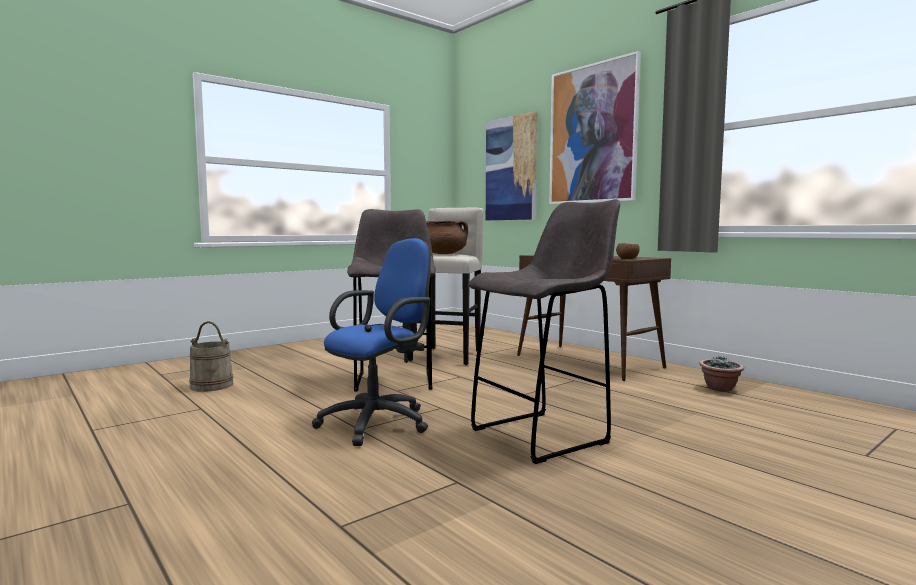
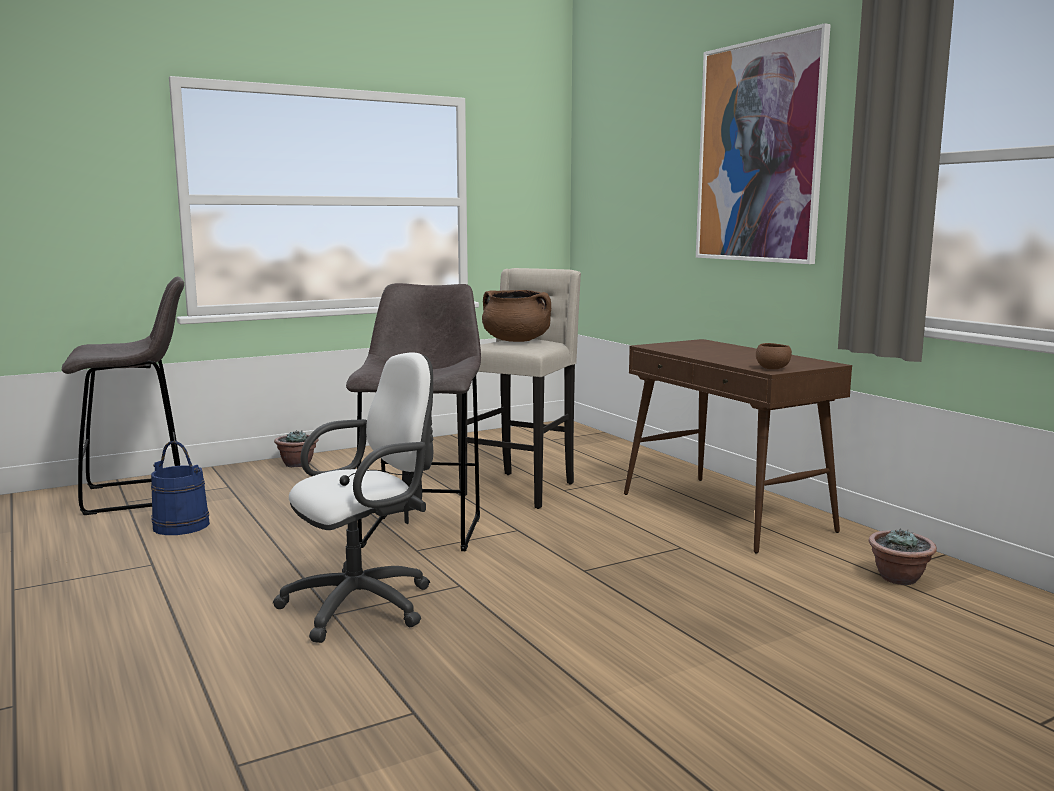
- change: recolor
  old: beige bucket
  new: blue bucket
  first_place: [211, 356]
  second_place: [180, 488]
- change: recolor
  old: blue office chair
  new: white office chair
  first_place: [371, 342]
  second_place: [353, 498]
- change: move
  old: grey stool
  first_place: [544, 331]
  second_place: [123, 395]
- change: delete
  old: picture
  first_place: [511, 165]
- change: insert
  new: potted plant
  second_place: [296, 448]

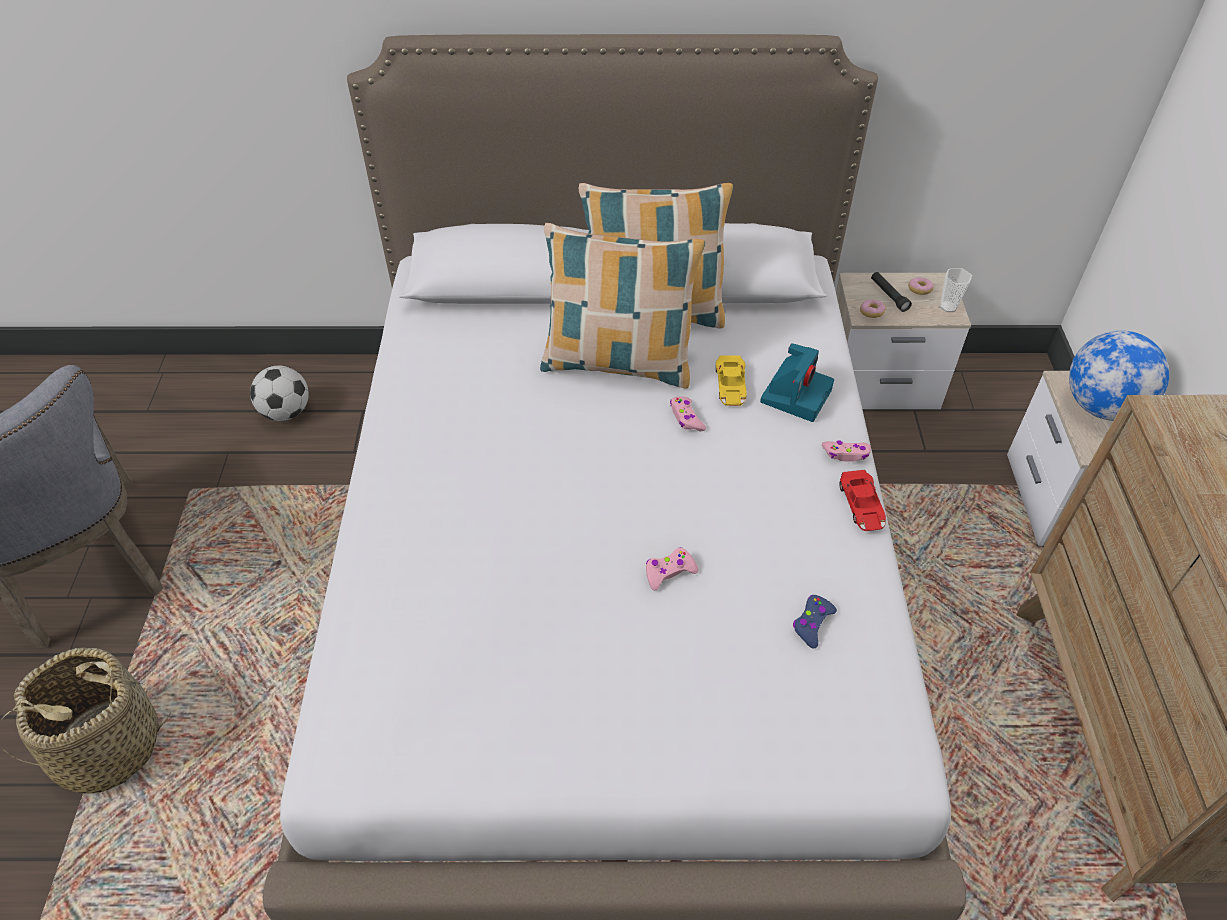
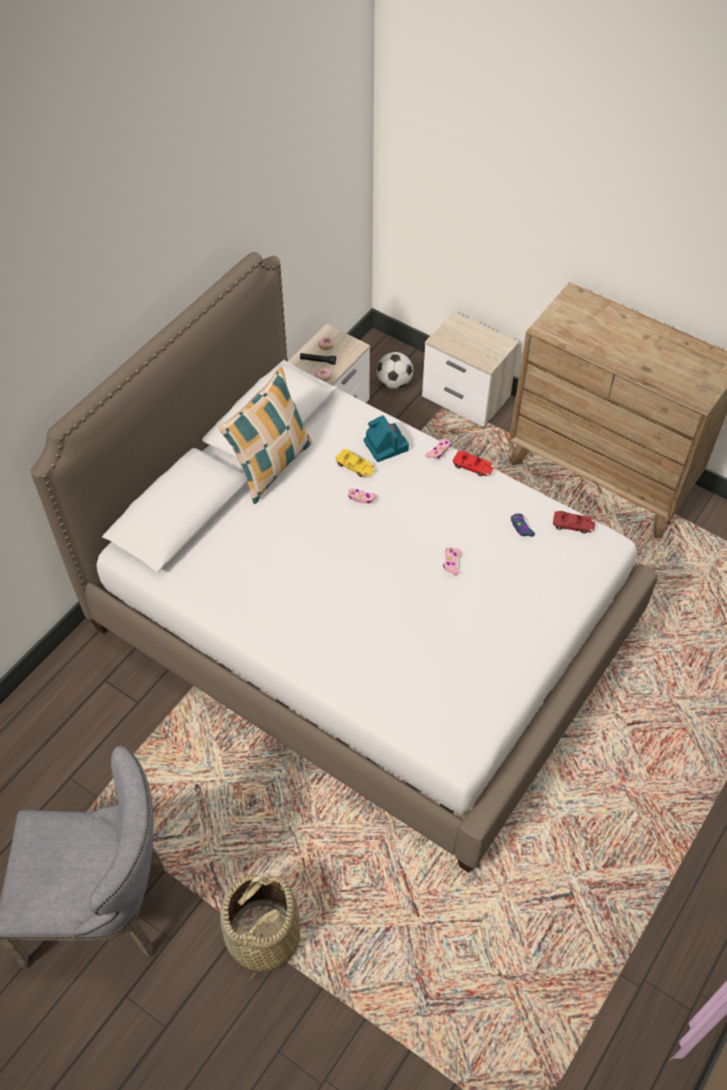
- change: move
  old: football
  first_place: [279, 393]
  second_place: [395, 370]
- change: delete
  old: pillow
  first_place: [622, 306]
- change: delete
  old: cup
  first_place: [956, 290]
- change: delete
  old: globe
  first_place: [1119, 376]
- change: insert
  new: red toy car
  second_place: [574, 522]

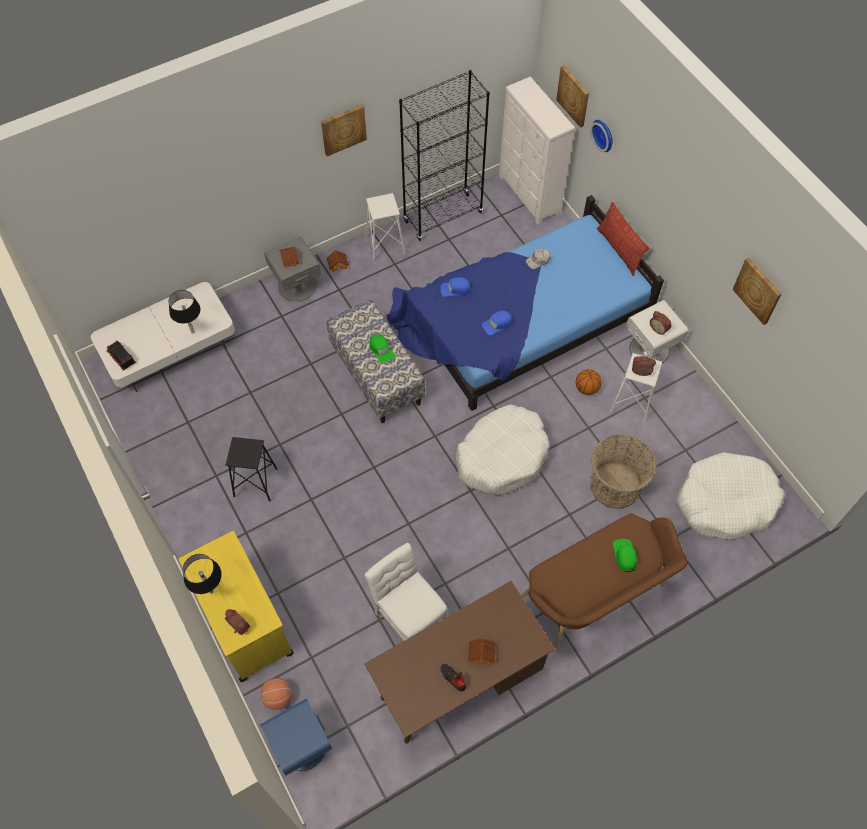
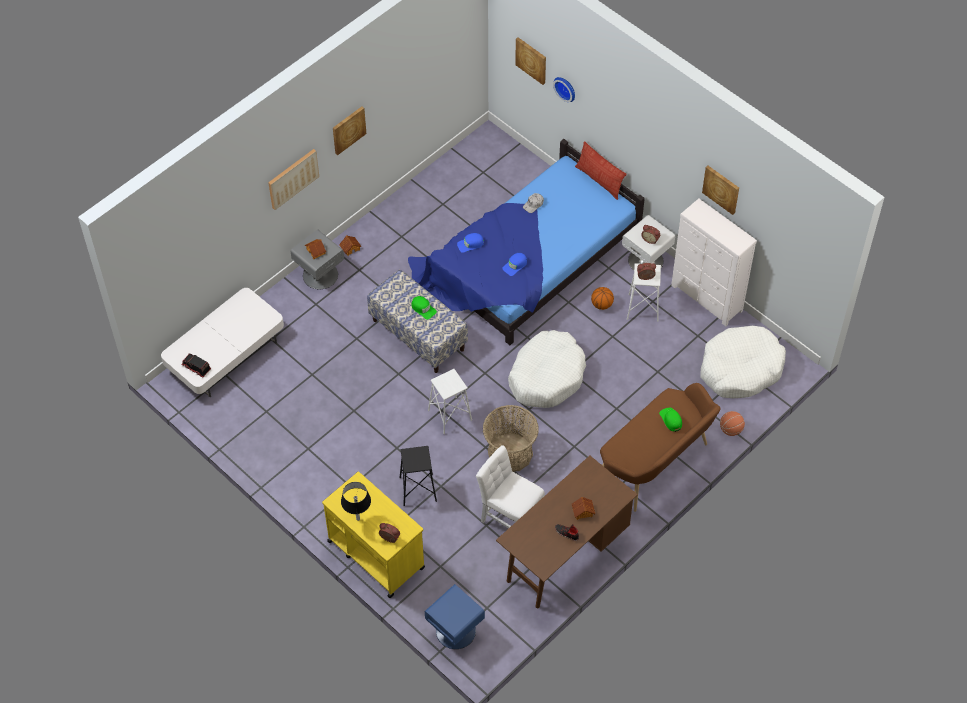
- change: delete
  old: black table lamp
  first_place: [184, 311]
- change: move
  old: black stool
  first_place: [251, 469]
  second_place: [418, 476]
- change: move
  old: basketball
  first_place: [276, 694]
  second_place: [732, 423]
- change: move
  old: white stool
  first_place: [385, 227]
  second_place: [450, 401]
- change: delete
  old: black bookcase
  first_place: [444, 155]
- change: move
  old: white dresser
  first_place: [537, 150]
  second_place: [714, 262]
- change: move
  old: basket
  first_place: [623, 471]
  second_place: [511, 438]
- change: insert
  new: picture
  second_place: [293, 179]

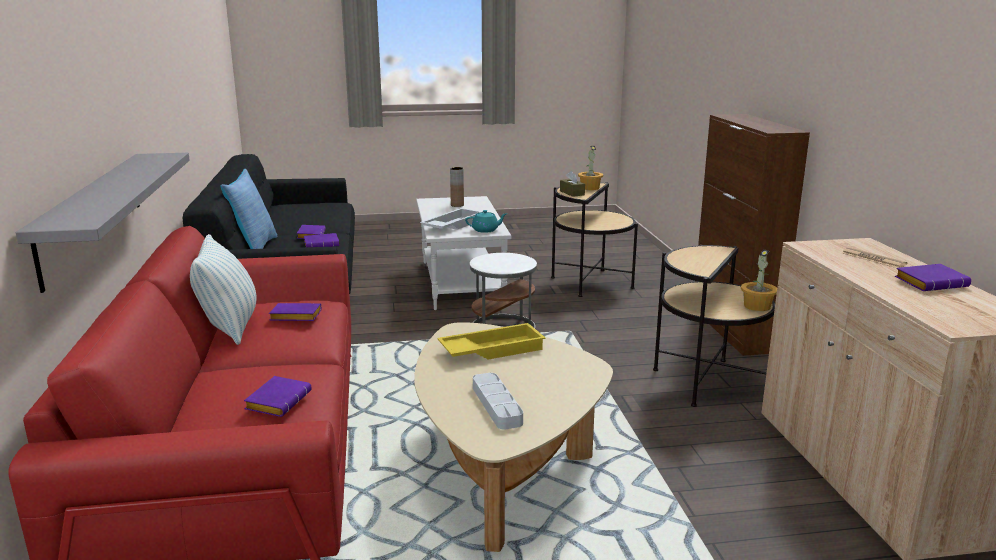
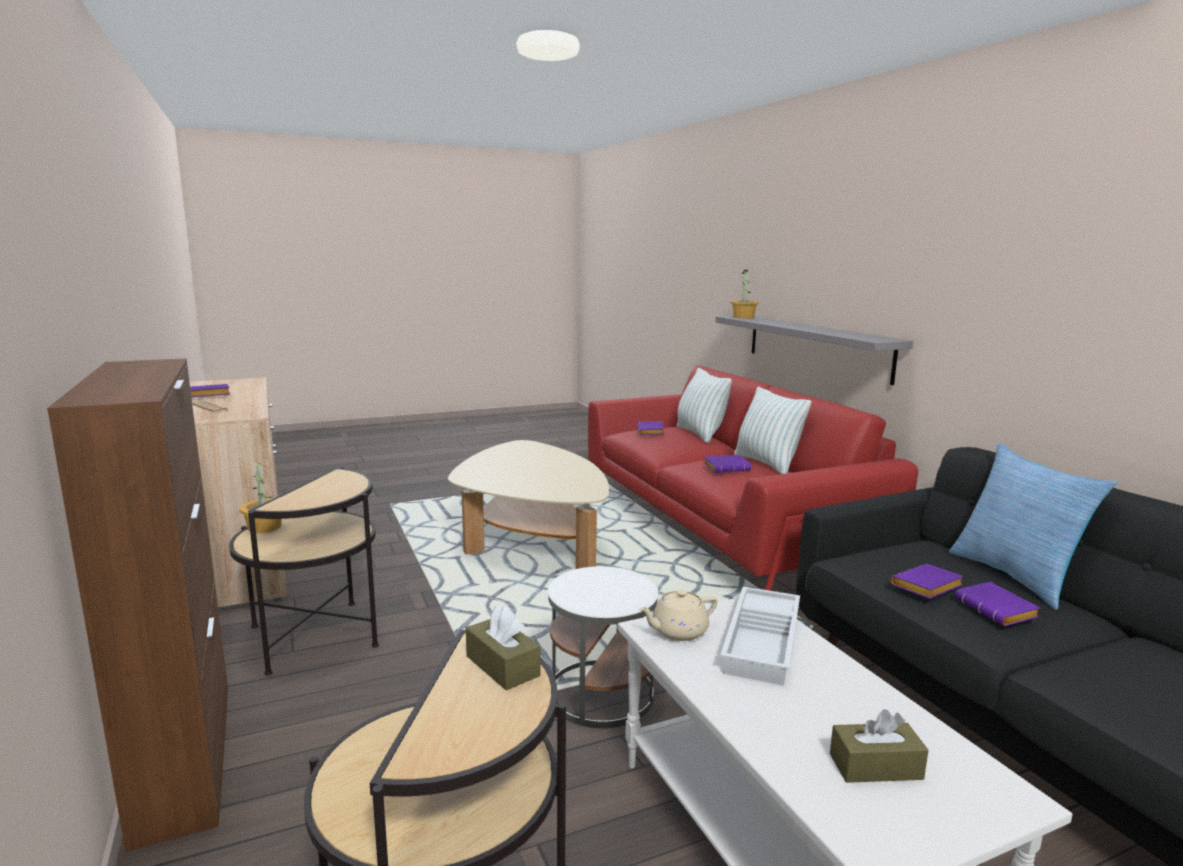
- change: delete
  old: yellow tray
  first_place: [491, 341]
- change: replace
  old: brown vase
  new: brown tissue box
  first_place: [457, 187]
  second_place: [879, 746]
- change: recolor
  old: turquoise teapot
  new: beige teapot
  first_place: [486, 221]
  second_place: [678, 615]
- change: delete
  old: grey tray
  first_place: [498, 401]
- change: move
  old: potted plant
  first_place: [590, 168]
  second_place: [744, 294]
- change: insert
  new: pillow
  second_place: [704, 405]

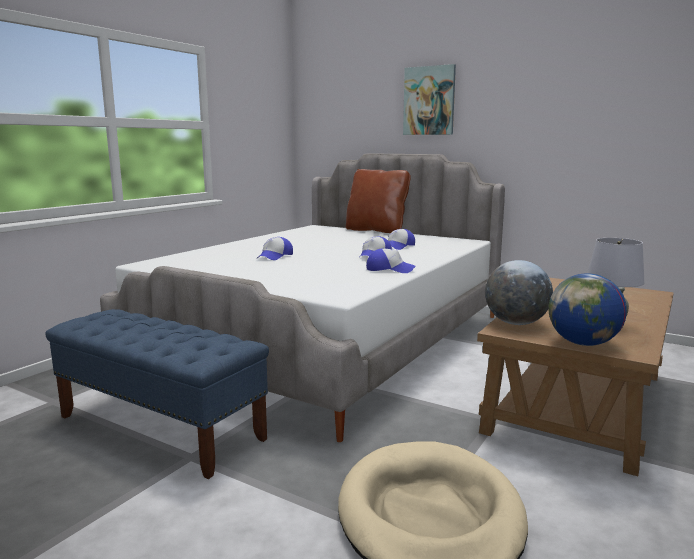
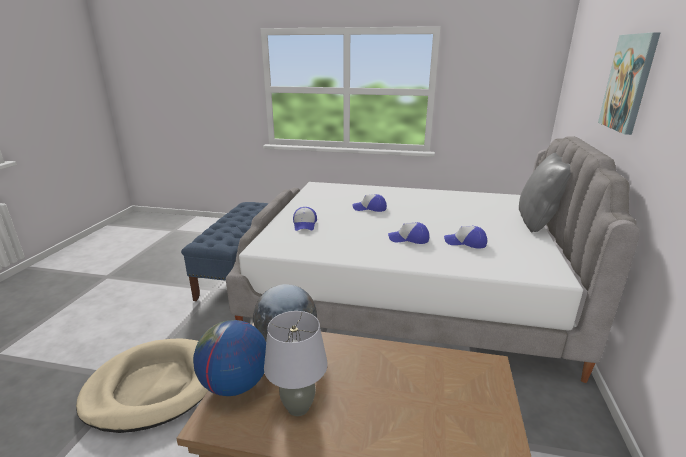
- change: recolor
  old: brown pillow
  new: grey pillow
  first_place: [378, 201]
  second_place: [545, 192]
- change: move
  old: cap
  first_place: [390, 260]
  second_place: [305, 219]

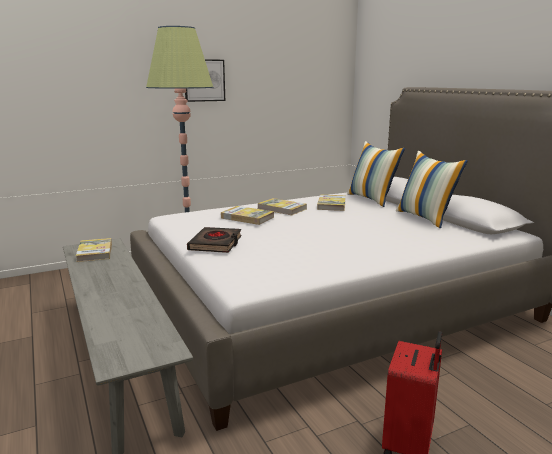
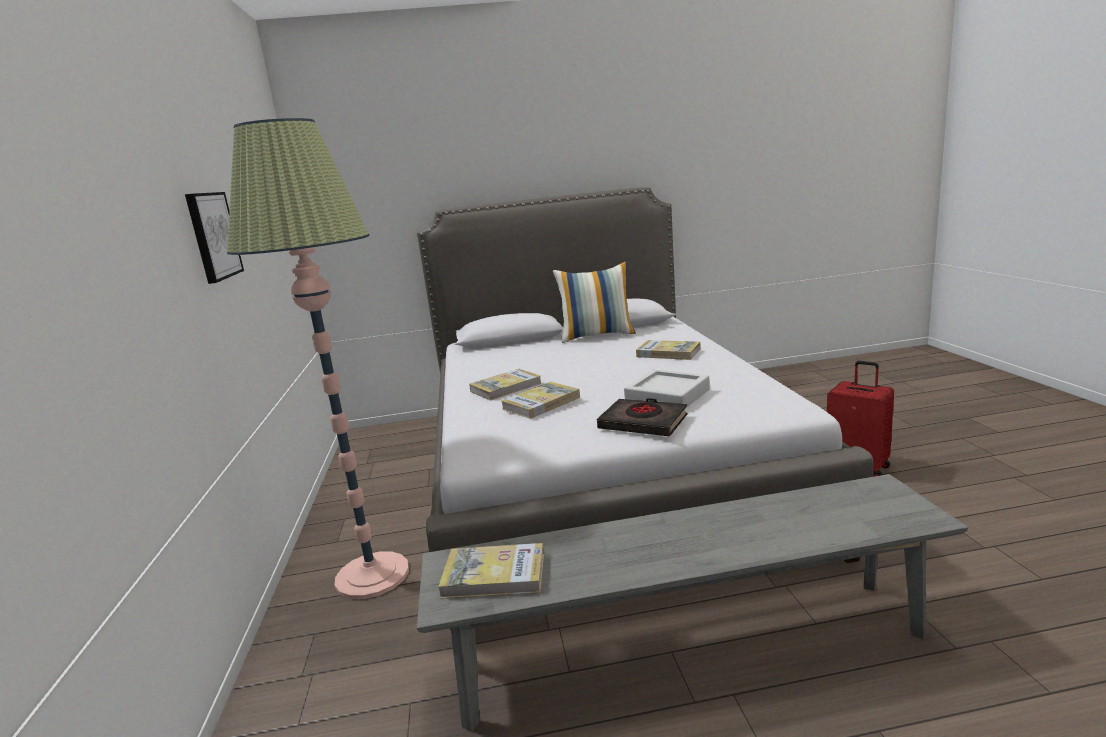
- change: move
  old: book
  first_place: [331, 203]
  second_place: [668, 350]
- change: delete
  old: pillow
  first_place: [376, 174]
- change: insert
  new: grey tray
  second_place: [666, 389]

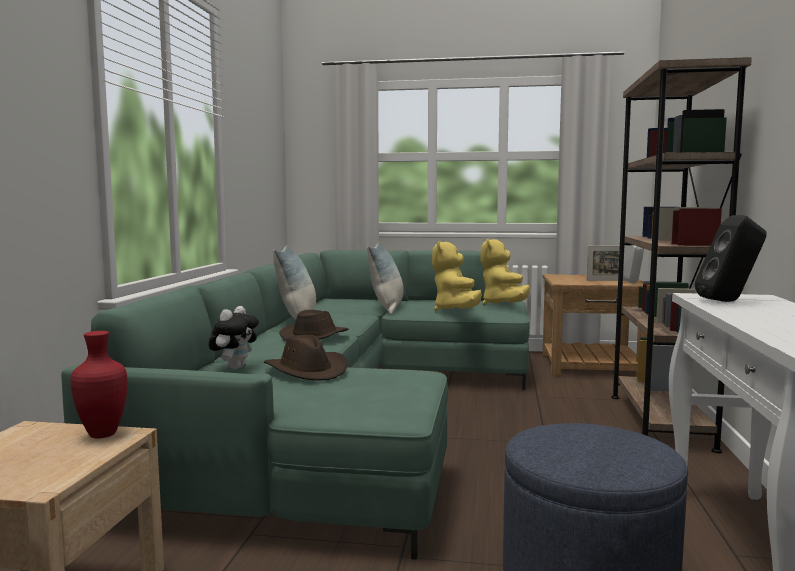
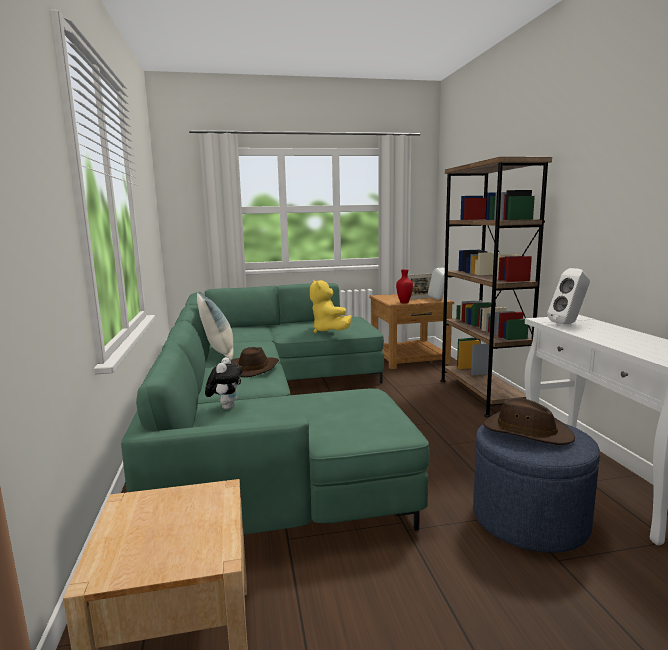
- change: move
  old: red vase
  first_place: [98, 384]
  second_place: [404, 286]
- change: move
  old: brown hat
  first_place: [305, 358]
  second_place: [529, 421]
- change: delete
  old: pillow
  first_place: [385, 278]
- change: delete
  old: yellow plush toy
  first_place: [505, 272]
- change: recolor
  old: black speaker
  new: white speaker
  first_place: [731, 258]
  second_place: [568, 296]

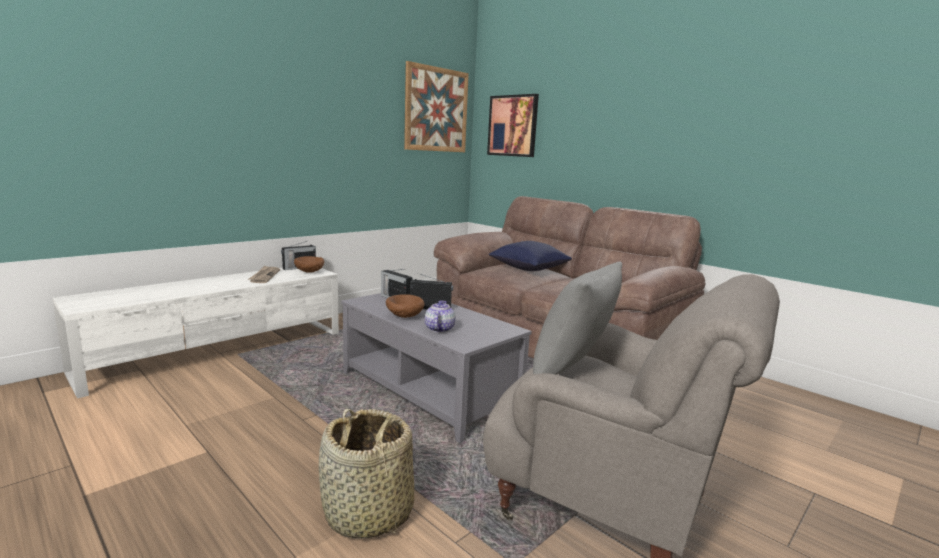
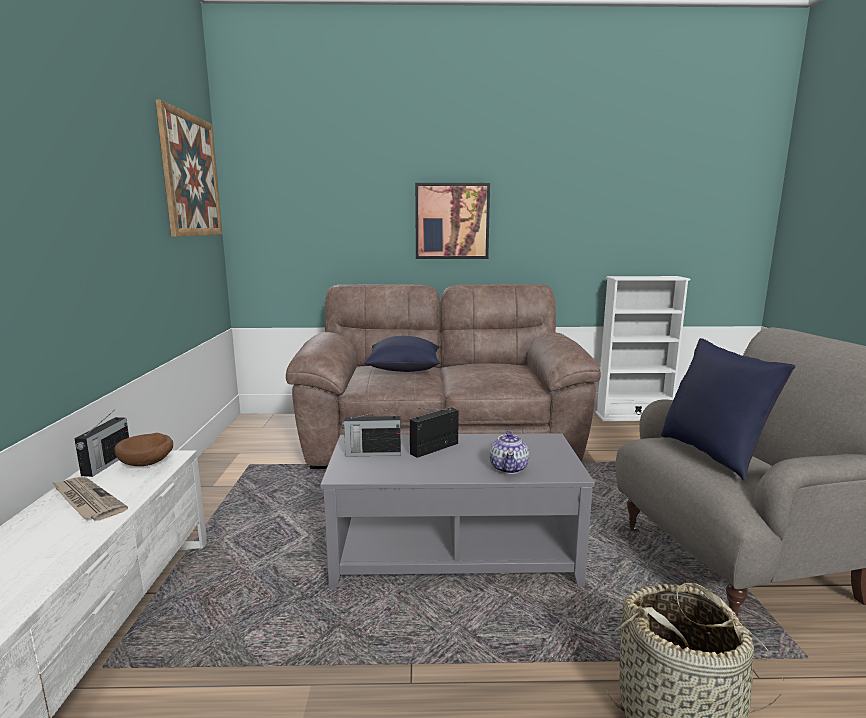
- change: delete
  old: brown bowl
  first_place: [405, 306]
- change: rotate
  old: teapot
  first_place: [440, 316]
  second_place: [509, 452]
  degrees: -135
- change: move
  old: picture
  first_place: [513, 125]
  second_place: [452, 221]
- change: recolor
  old: grey pillow
  new: blue pillow
  first_place: [577, 318]
  second_place: [728, 409]
- change: insert
  new: white bookcase
  second_place: [643, 348]

